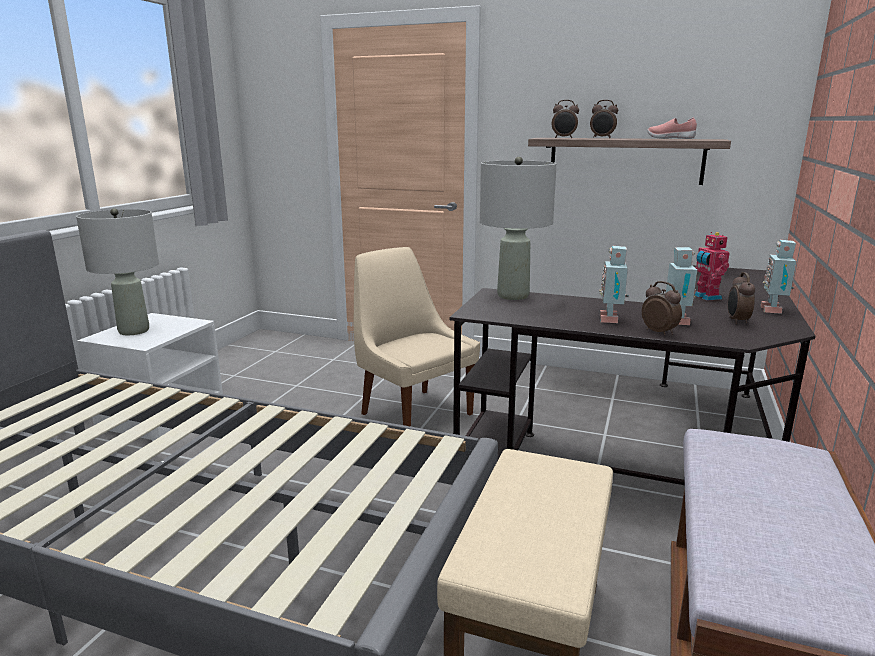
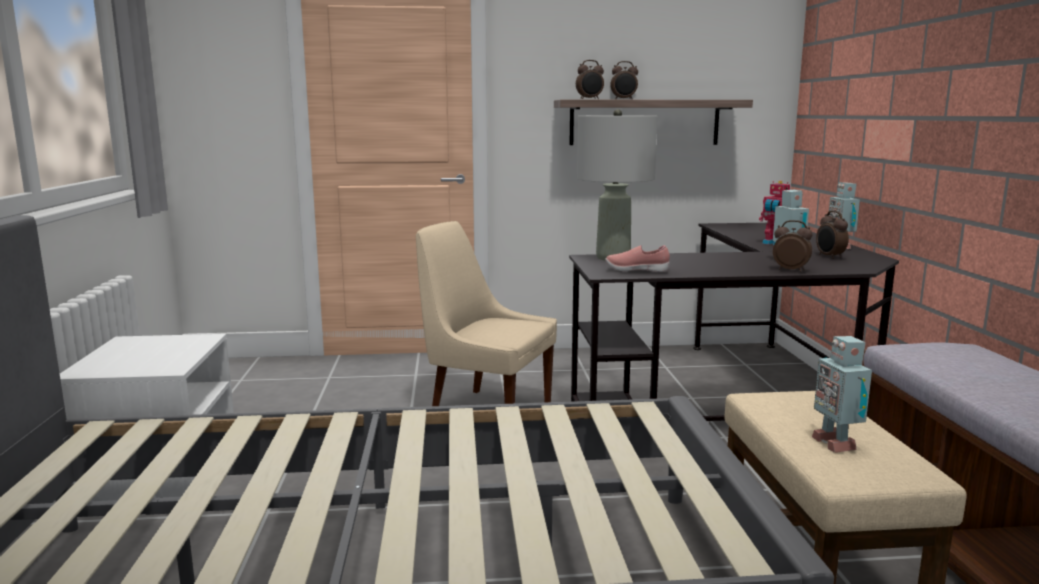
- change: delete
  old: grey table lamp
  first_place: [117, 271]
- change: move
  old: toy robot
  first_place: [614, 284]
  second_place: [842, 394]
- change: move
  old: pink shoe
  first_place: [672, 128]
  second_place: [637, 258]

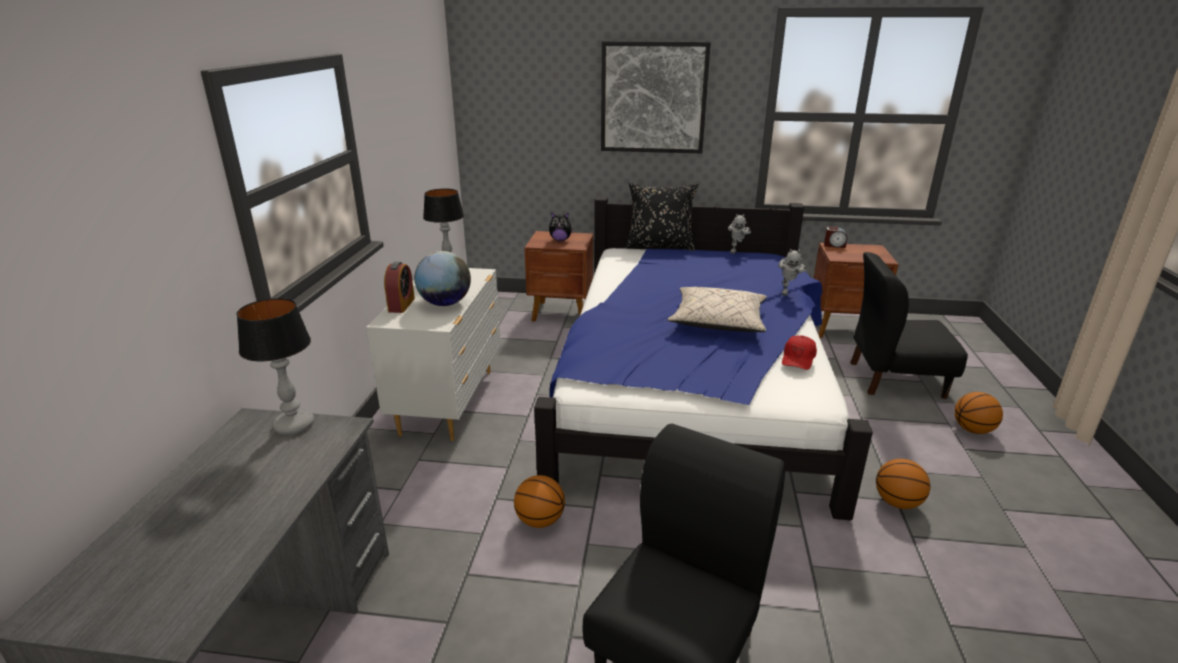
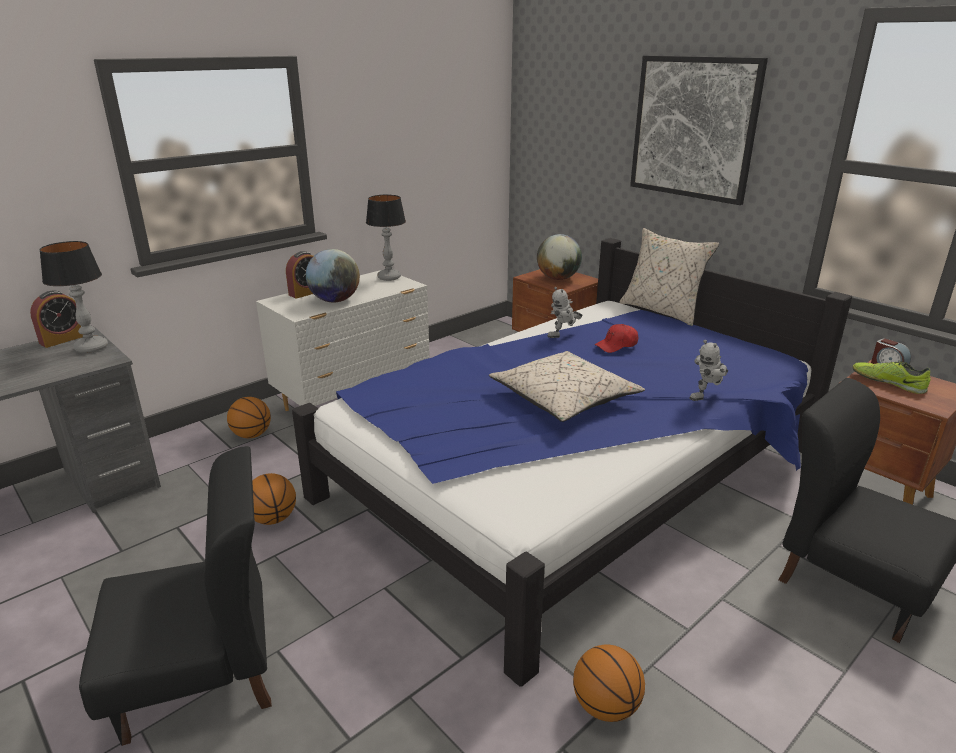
- change: replace
  old: plush toy
  new: globe
  first_place: [561, 227]
  second_place: [559, 257]
- change: recolor
  old: black pillow
  new: beige pillow
  first_place: [661, 217]
  second_place: [669, 277]
- change: move
  old: toy robot
  first_place: [739, 234]
  second_place: [565, 312]
- change: move
  old: red cap
  first_place: [799, 353]
  second_place: [616, 338]
- change: move
  old: basketball
  first_place: [978, 413]
  second_place: [249, 417]
- change: insert
  new: alarm clock
  second_place: [56, 319]
- change: insert
  new: shoe
  second_place: [891, 377]

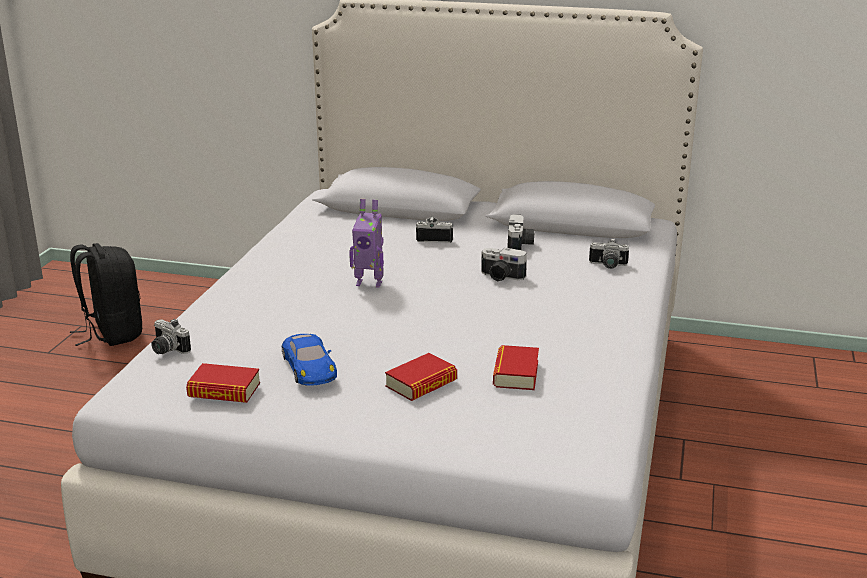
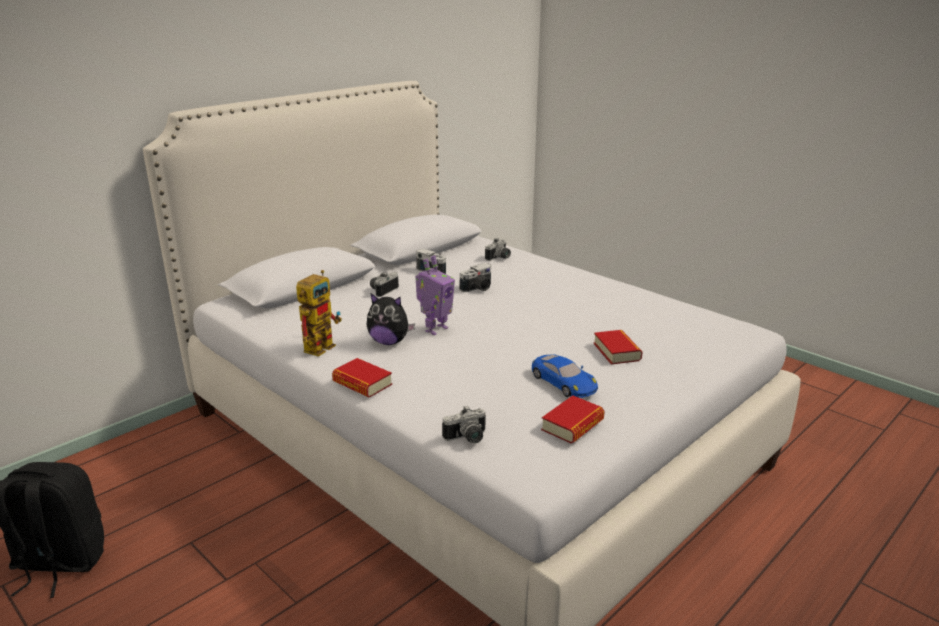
- change: rotate
  old: blue toy car
  first_place: [309, 360]
  second_place: [565, 376]
  degrees: 45
- change: move
  old: book
  first_place: [516, 367]
  second_place: [362, 378]
- change: insert
  new: toy robot
  second_place: [319, 313]
- change: insert
  new: plush toy
  second_place: [390, 319]

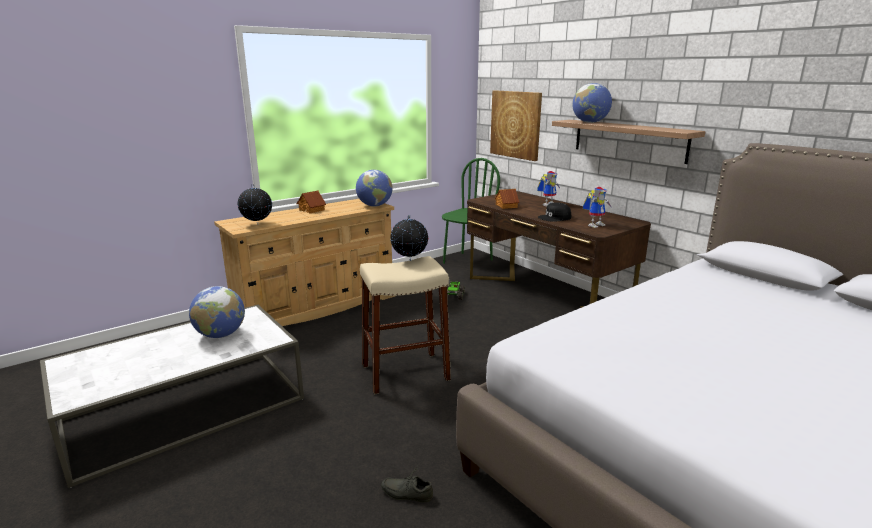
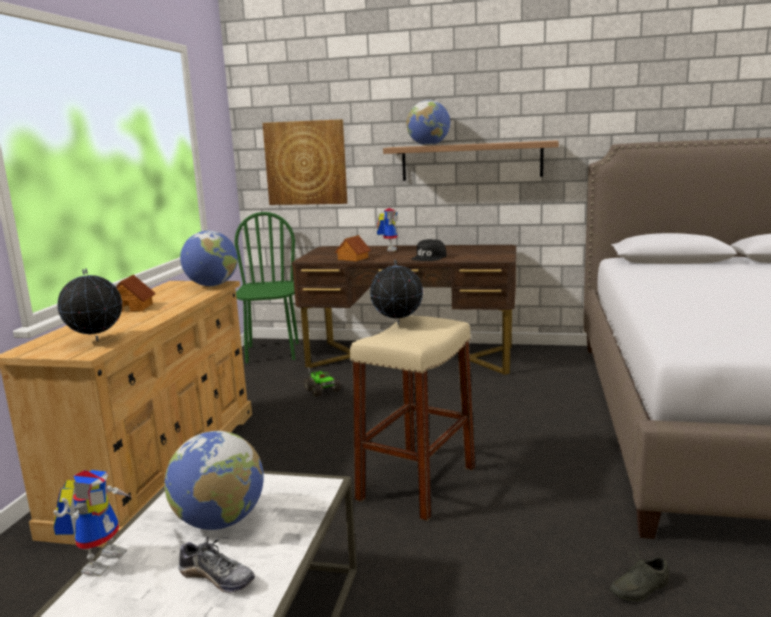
- change: move
  old: toy robot
  first_place: [597, 207]
  second_place: [92, 523]
- change: insert
  new: shoe
  second_place: [217, 564]

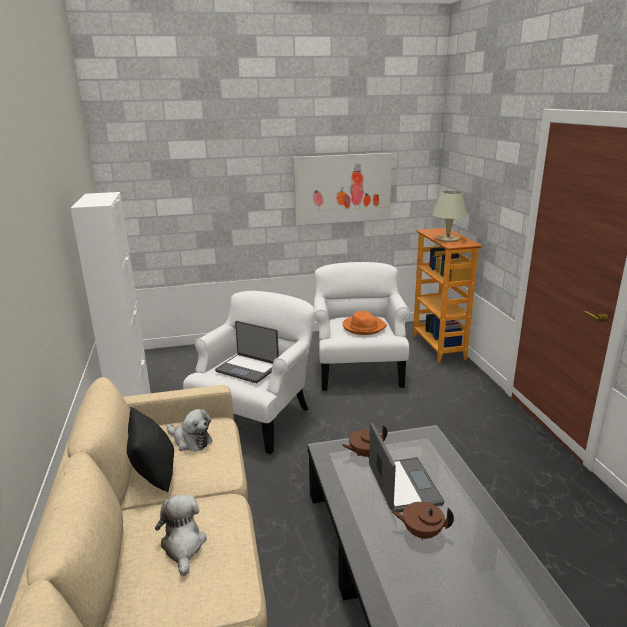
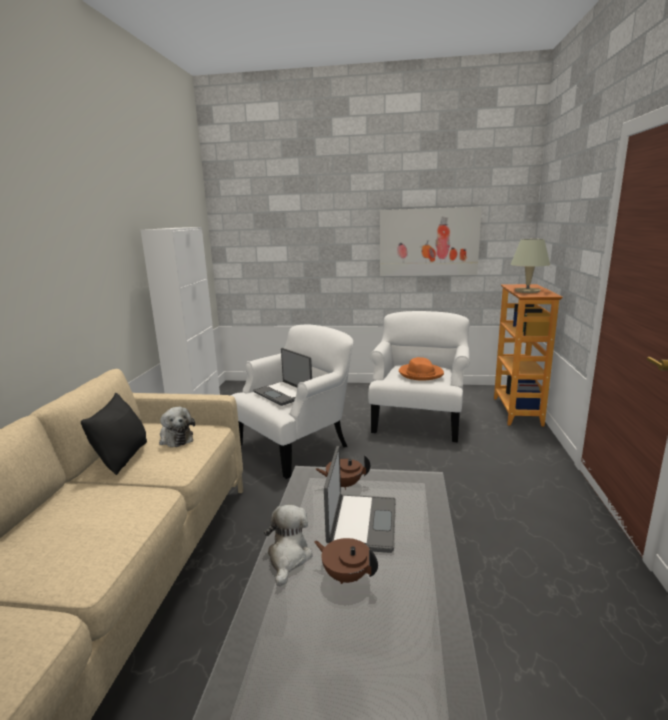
- change: move
  old: plush toy
  first_place: [181, 535]
  second_place: [288, 546]

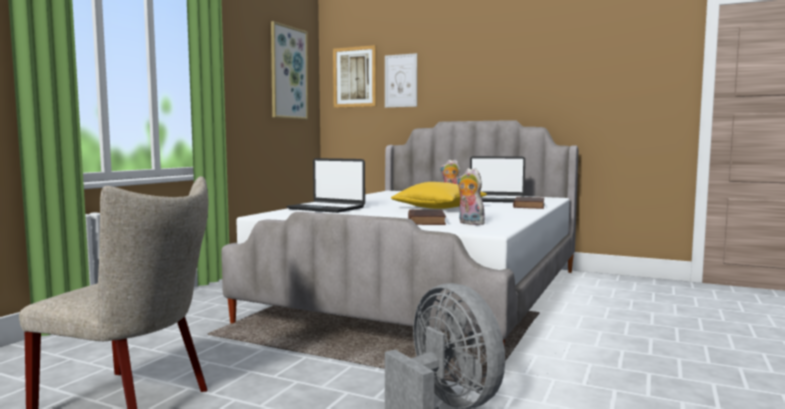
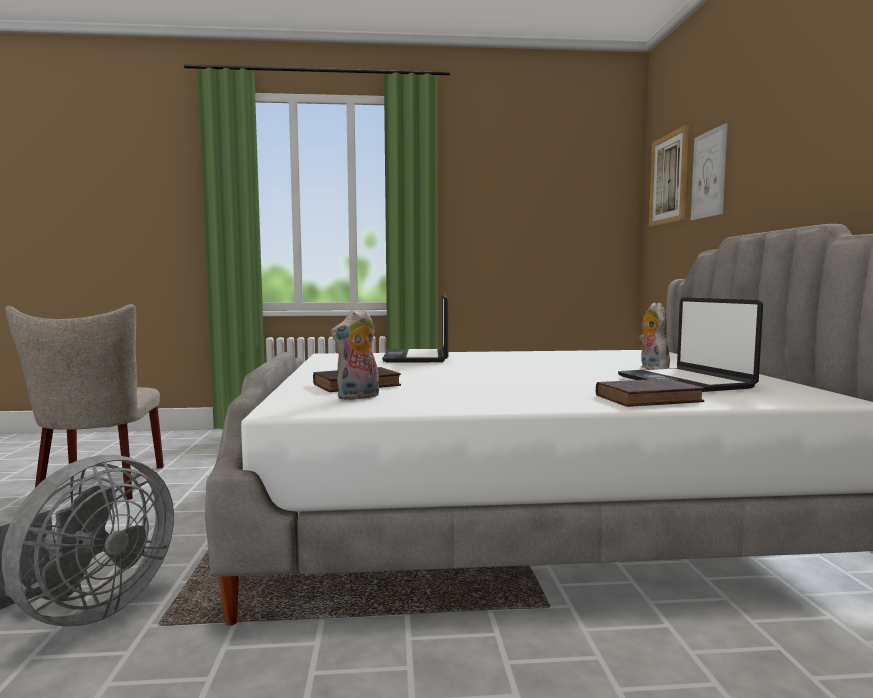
- change: delete
  old: picture
  first_place: [289, 70]
- change: delete
  old: yellow pillow
  first_place: [439, 195]
- change: rotate
  old: plush toy
  first_place: [471, 196]
  second_place: [355, 354]
  degrees: -150

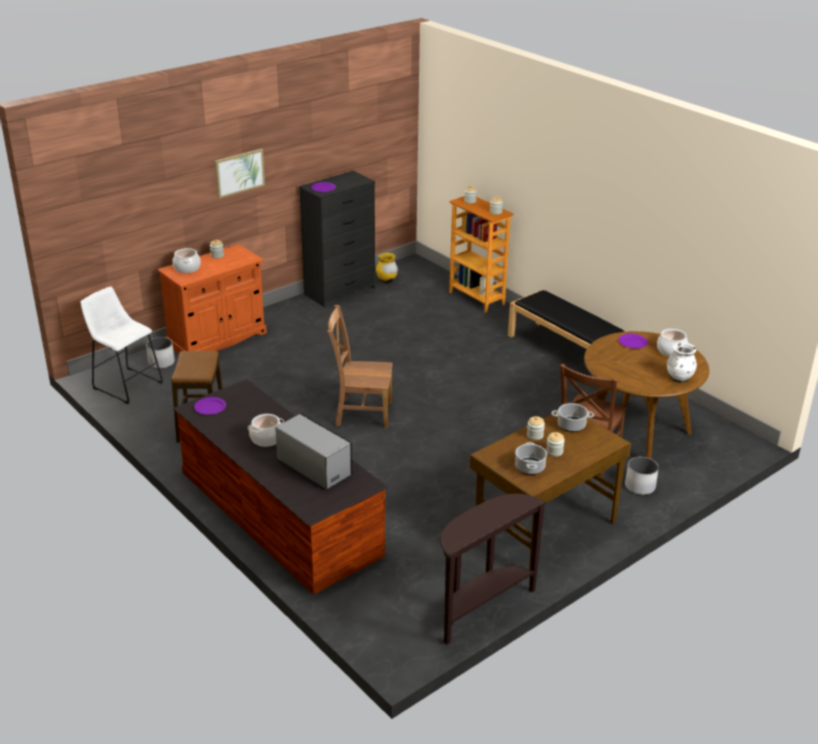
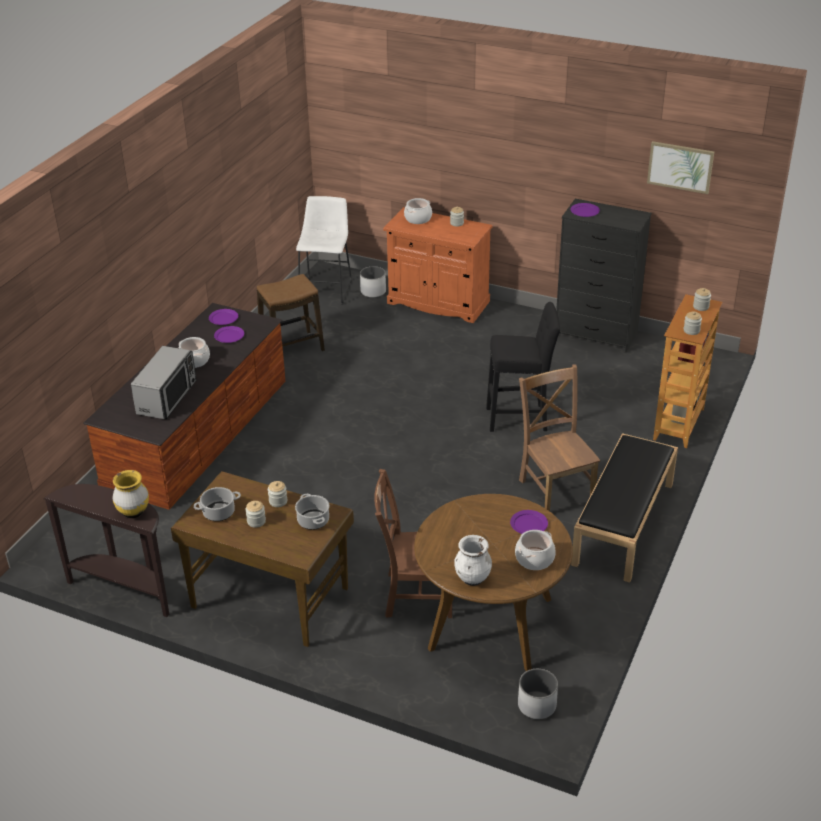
- change: move
  old: picture
  first_place: [240, 174]
  second_place: [680, 167]
- change: move
  old: brown chair
  first_place: [360, 366]
  second_place: [559, 437]
- change: move
  old: yellow vase
  first_place: [387, 268]
  second_place: [130, 494]
- change: move
  old: white planter
  first_place: [642, 476]
  second_place: [538, 694]
- change: insert
  new: purple plate
  second_place: [229, 334]
- change: insert
  new: black stool
  second_place: [523, 367]

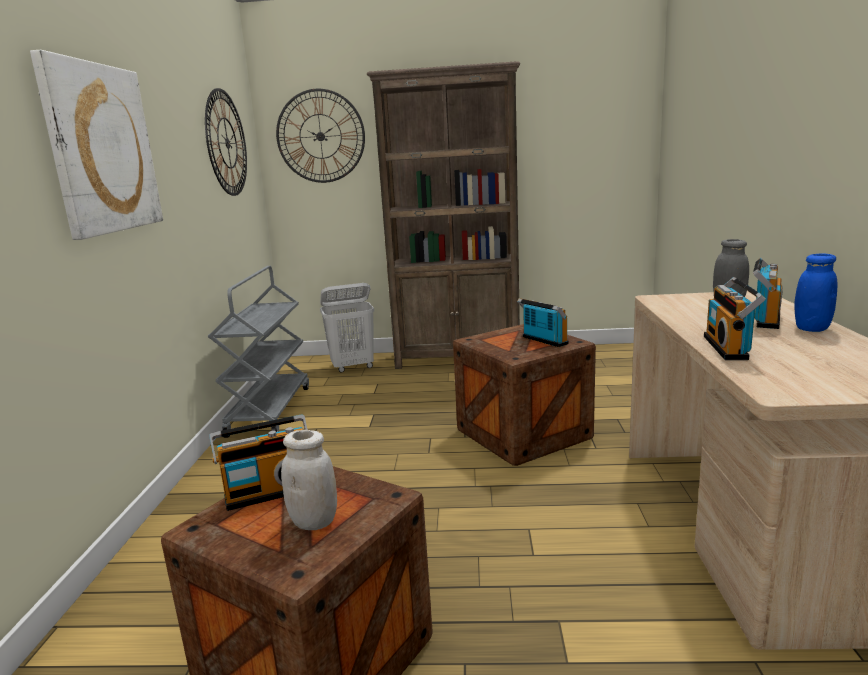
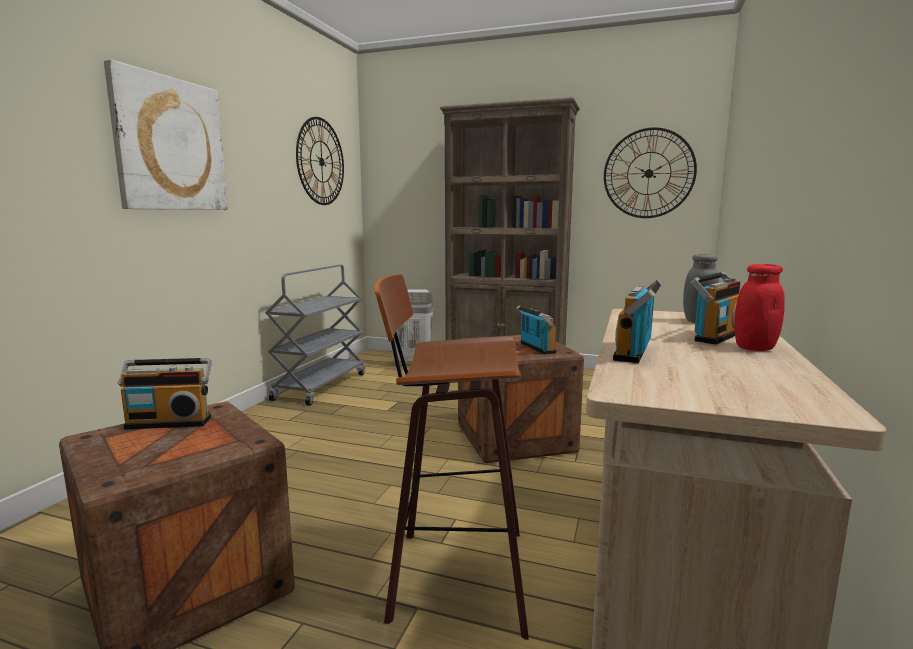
- change: move
  old: wall clock
  first_place: [320, 136]
  second_place: [650, 172]
- change: delete
  old: white jar
  first_place: [309, 480]
- change: recolor
  old: blue jar
  new: red jar
  first_place: [816, 292]
  second_place: [759, 307]
- change: insert
  new: stool
  second_place: [451, 457]

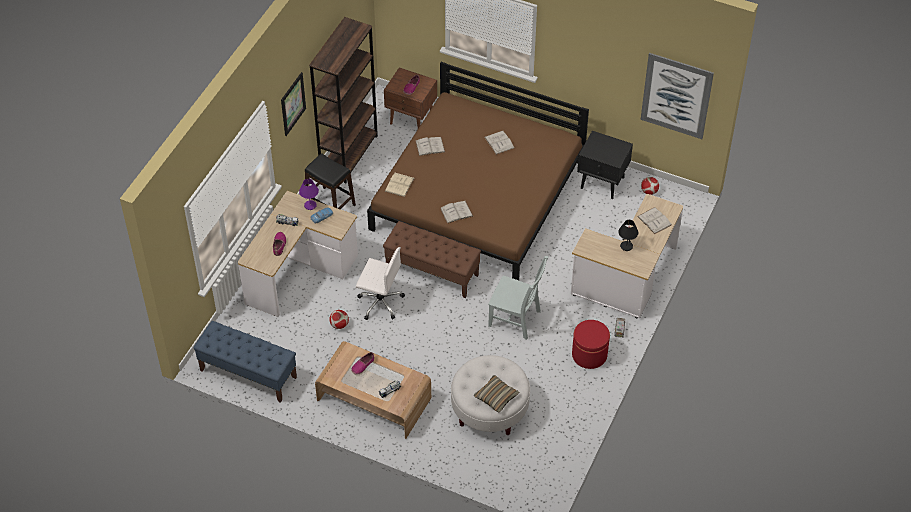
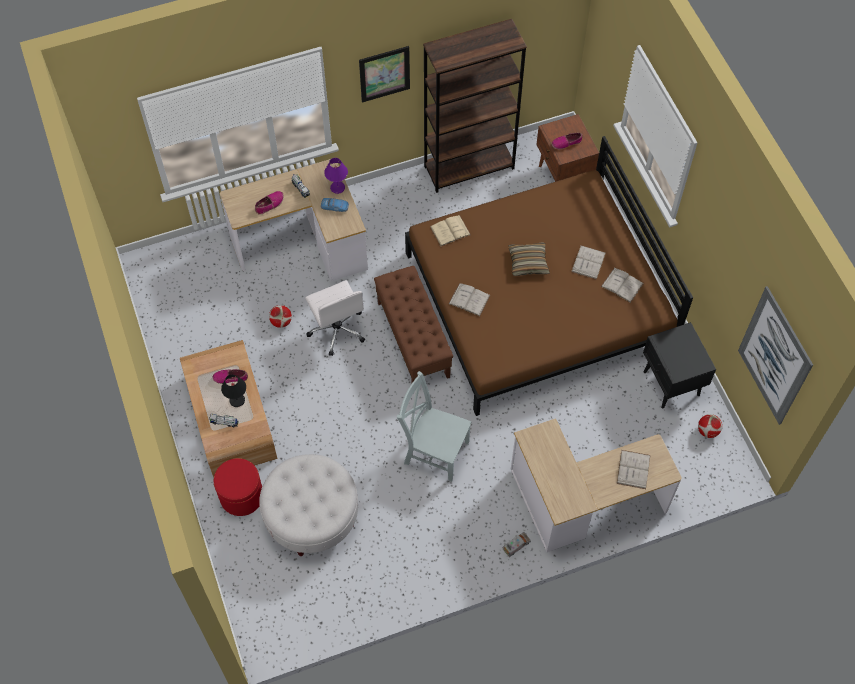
- change: delete
  old: blue bench
  first_place: [245, 362]
- change: delete
  old: black stool
  first_place: [330, 181]
- change: move
  old: white book
  first_place: [430, 146]
  second_place: [622, 285]
- change: move
  old: pillow
  first_place: [496, 393]
  second_place: [529, 259]
- change: rotate
  old: grey chair
  first_place: [518, 298]
  second_place: [434, 426]
  degrees: 135
- change: move
  old: red ottoman
  first_place: [591, 344]
  second_place: [238, 487]
- change: move
  old: black table lamp
  first_place: [628, 235]
  second_place: [233, 390]

